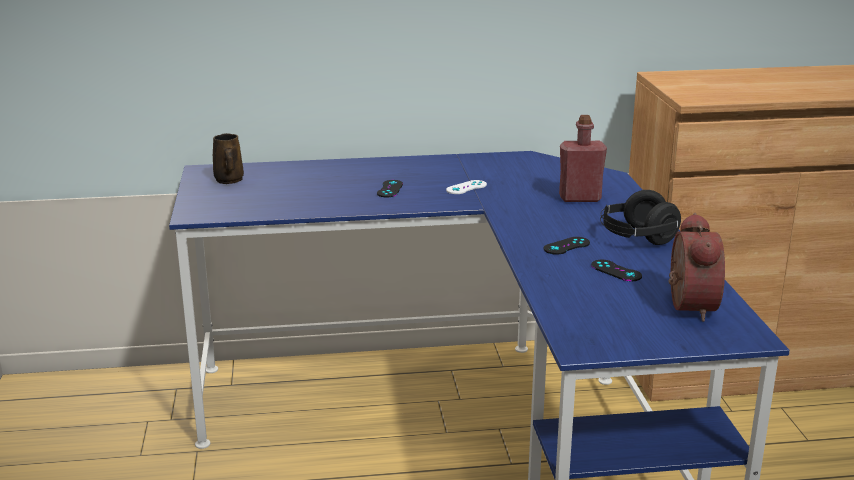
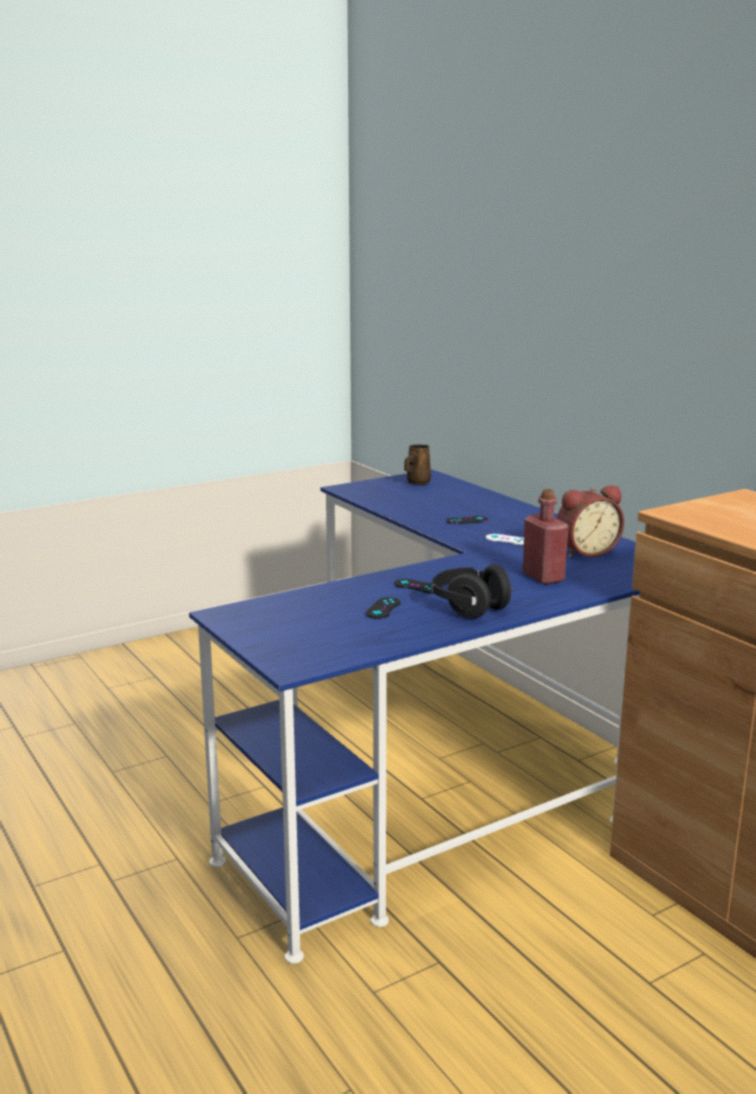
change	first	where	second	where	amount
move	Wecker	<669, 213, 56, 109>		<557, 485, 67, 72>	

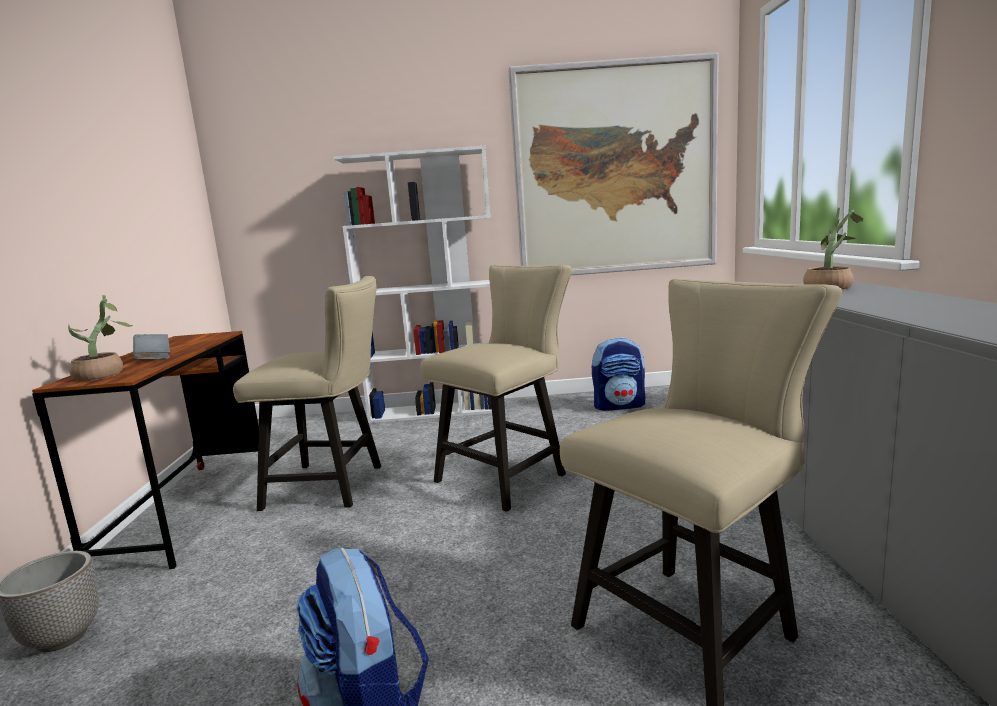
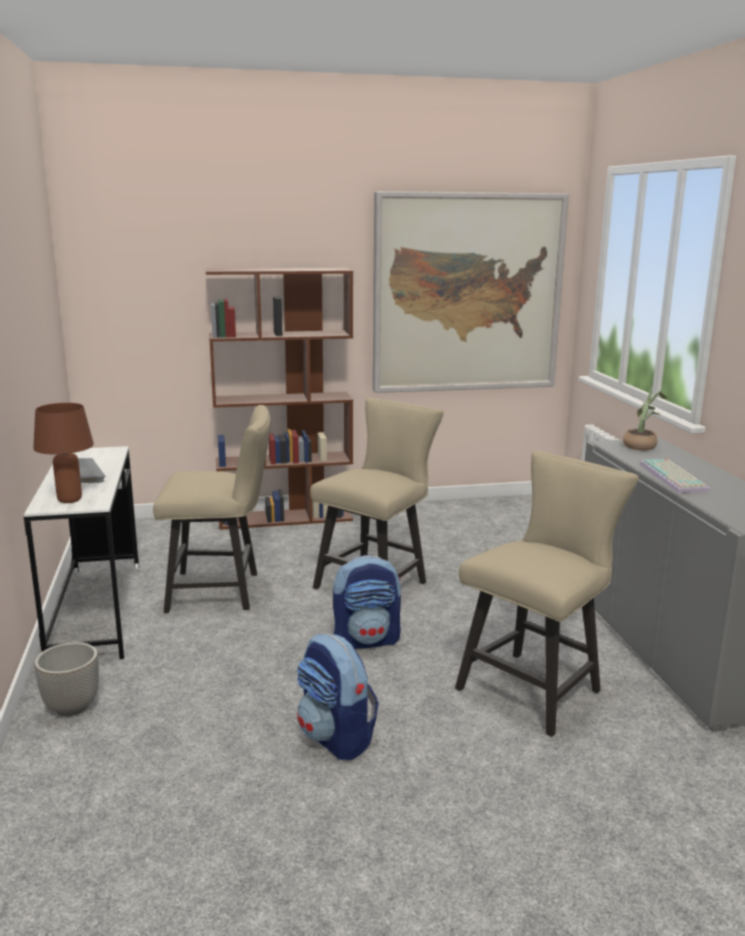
change	first	where	second	where	amount
insert			Tastatur	<640, 459, 70, 34>	
move	Rucksack	<592, 338, 53, 73>		<333, 555, 68, 94>	
replace	Topfpflanze	<68, 295, 64, 86>	Tischlampe/braun	<33, 403, 61, 100>	
recolor	Schreibtisch/braun	<32, 331, 227, 238>	Schreibtisch/weiß	<24, 446, 115, 213>	
recolor	Bücherregal/weiß	<333, 146, 159, 277>	Bücherregal/braun	<206, 268, 147, 262>	

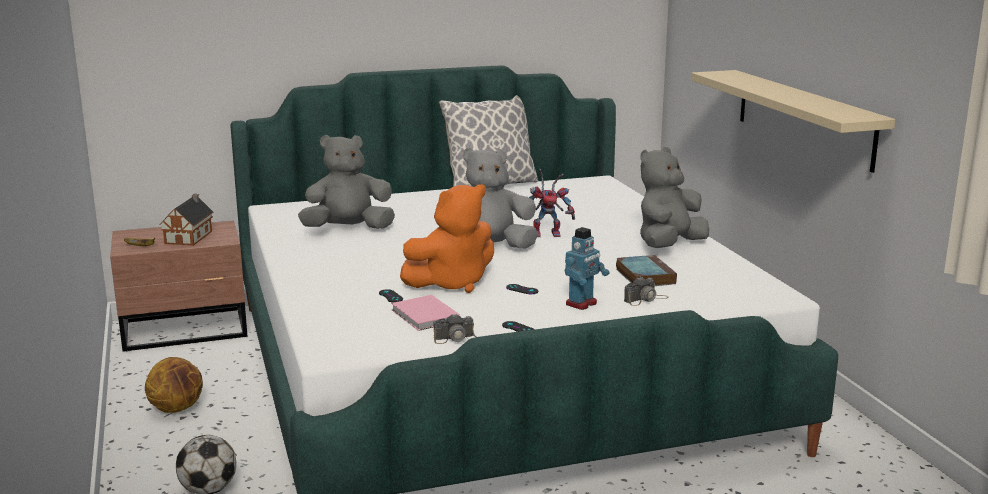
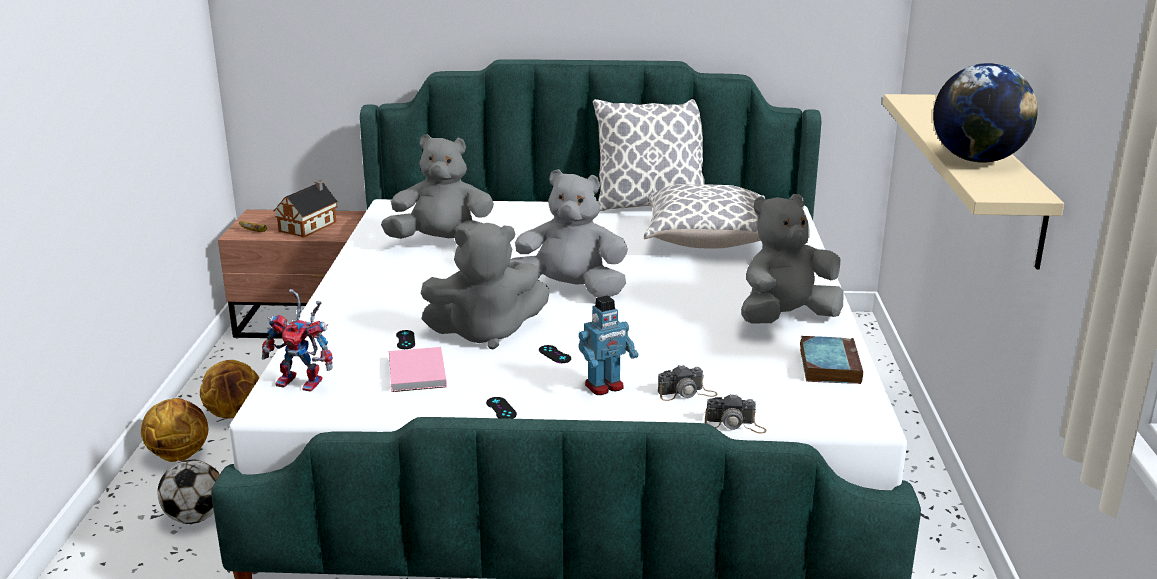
change	first	where	second	where	amount
insert			Basketball	<141, 398, 67, 64>	
insert			Kissen	<644, 184, 121, 65>	
insert			Globus	<933, 63, 105, 100>	
move	Kamera	<434, 314, 43, 30>		<705, 394, 61, 39>	
move	Spielzeugroboter	<529, 169, 46, 68>		<262, 289, 71, 103>	
move	Buch	<616, 255, 61, 31>		<800, 336, 63, 48>	
recolor	Plüschtier/orange	<400, 184, 94, 109>	Plüschtier/grau	<421, 223, 129, 127>	

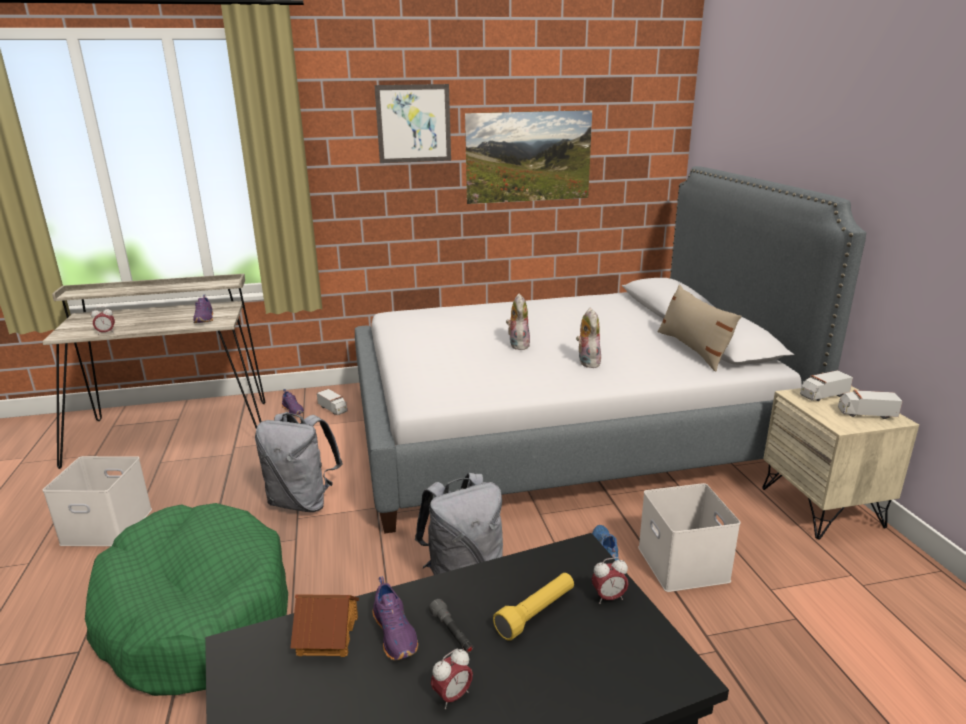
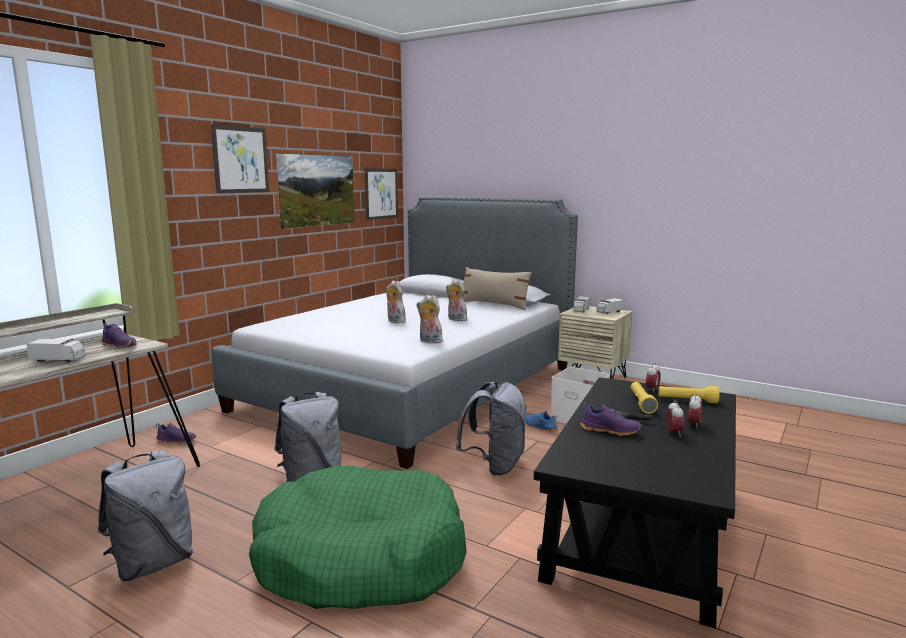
change	first	where	second	where	amount
delete	Spielzeughaus	<290, 594, 69, 63>			
insert			Bild	<365, 168, 33, 52>	
insert			Plüschtier	<417, 295, 27, 48>	
insert			Taschenlampe/gelb	<658, 386, 62, 17>	
move	Wecker	<91, 306, 24, 29>		<688, 393, 14, 36>	
move	Spielzeuglaster	<317, 389, 30, 26>		<27, 339, 58, 23>	
replace	Aufbewahrungsbox/weiß	<43, 456, 109, 90>	Rucksack/grau	<98, 451, 95, 130>	

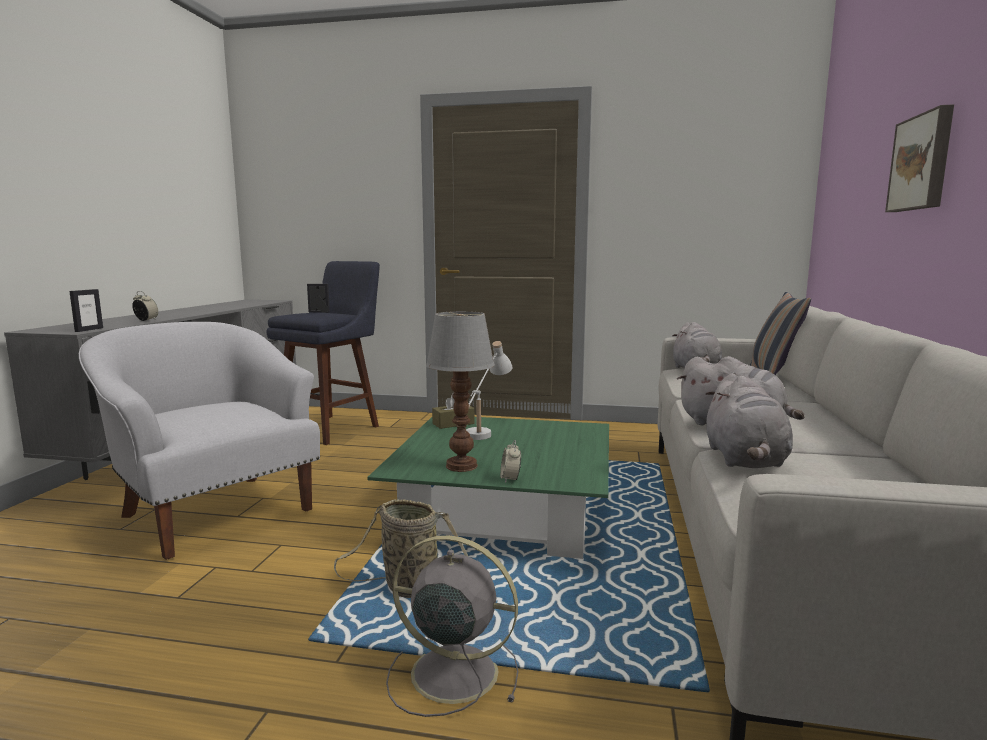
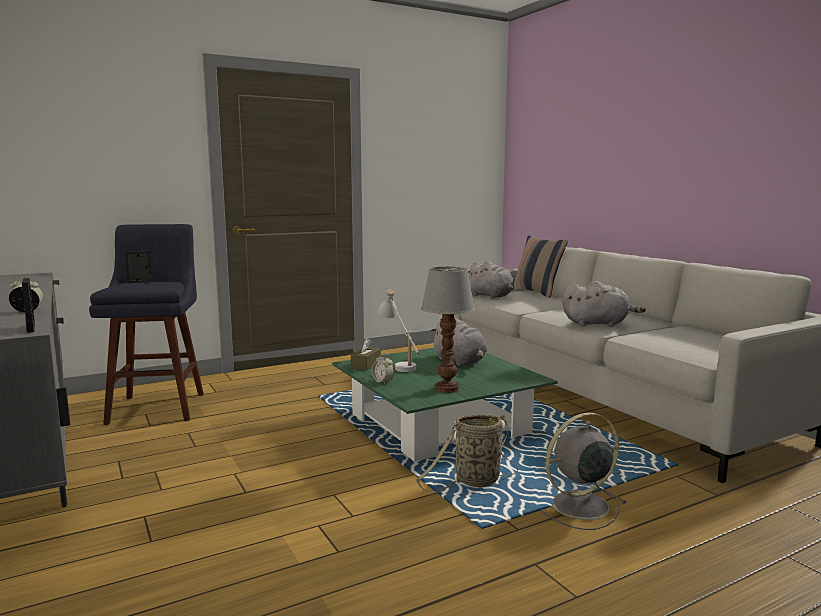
change	first	where	second	where	amount
delete	Sessel/weiß	<79, 322, 241, 238>			
delete	Bild	<885, 104, 69, 108>			
move	Wecker	<500, 440, 21, 43>		<372, 353, 22, 31>	
move	Plüschtier/grau	<705, 373, 88, 95>		<431, 319, 56, 47>	

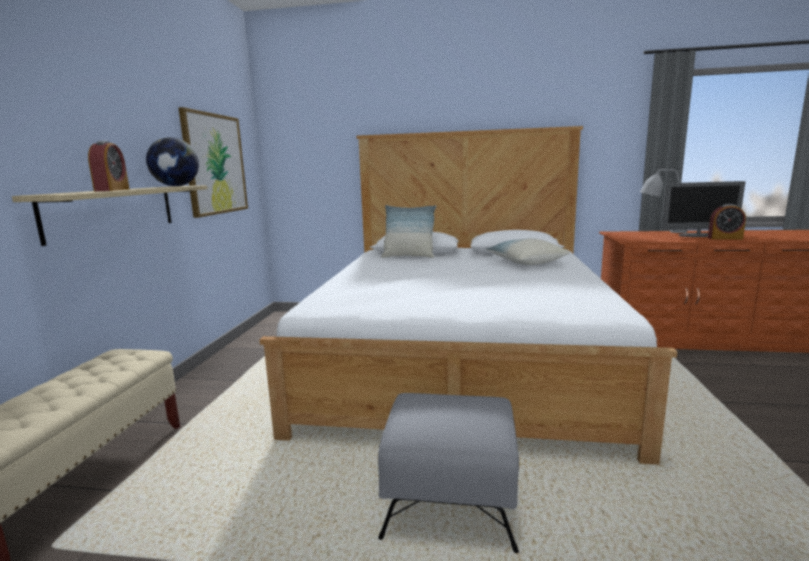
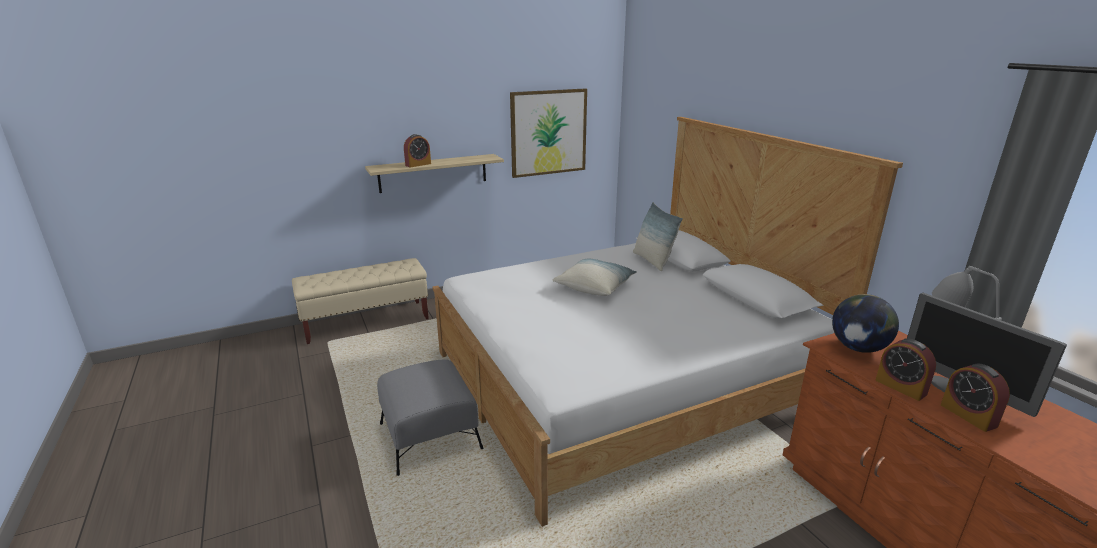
change	first	where	second	where	amount
insert			Wecker	<875, 339, 61, 62>	
move	Globus	<146, 137, 53, 49>		<832, 294, 67, 59>	
move	Kissen	<486, 238, 84, 27>		<553, 259, 84, 37>	

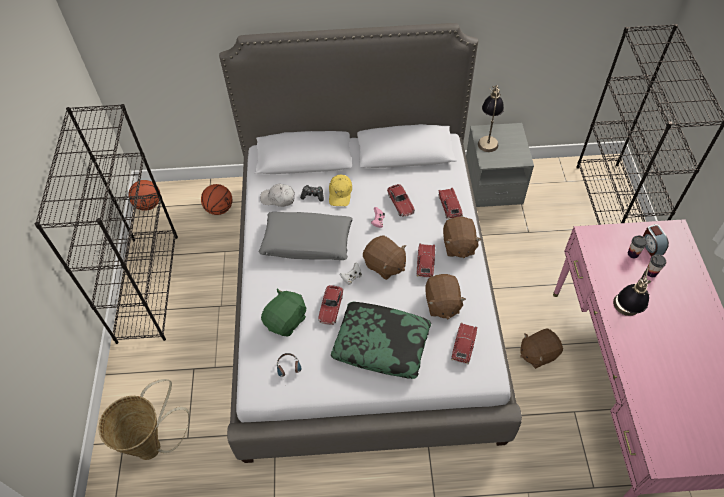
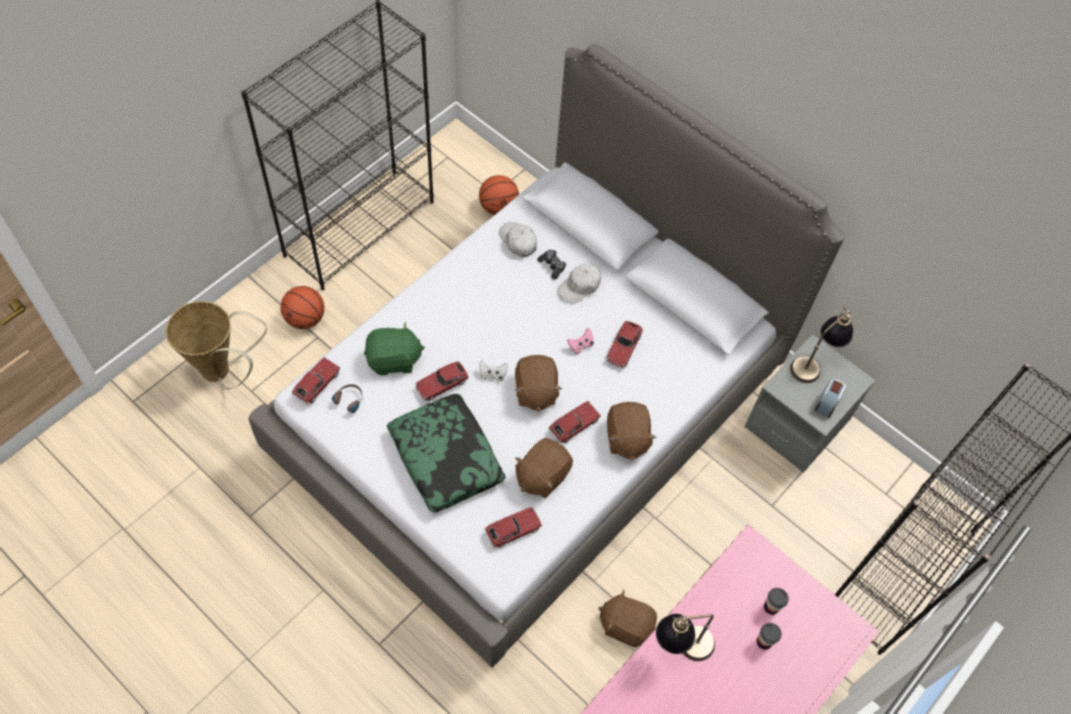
change	first	where	second	where	amount
delete	Kissen/grau	<259, 212, 94, 48>			
move	Basketball	<128, 180, 32, 31>		<281, 286, 44, 43>	
move	Spielzeugauto	<439, 187, 24, 32>		<292, 357, 48, 48>	
move	Wecker	<643, 224, 26, 33>		<815, 378, 31, 40>	
recolor	Kappe/gelb	<329, 175, 23, 31>	Kappe/weiß	<557, 264, 44, 40>	
rotate	Plüschtier/braun	<443, 217, 38, 41>		<607, 402, 50, 58>	45 degrees counterclockwise

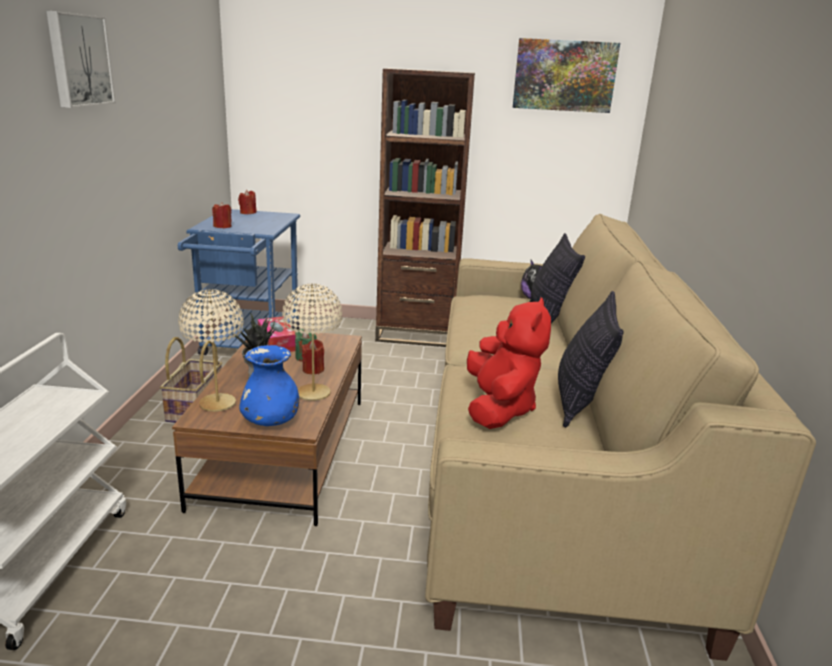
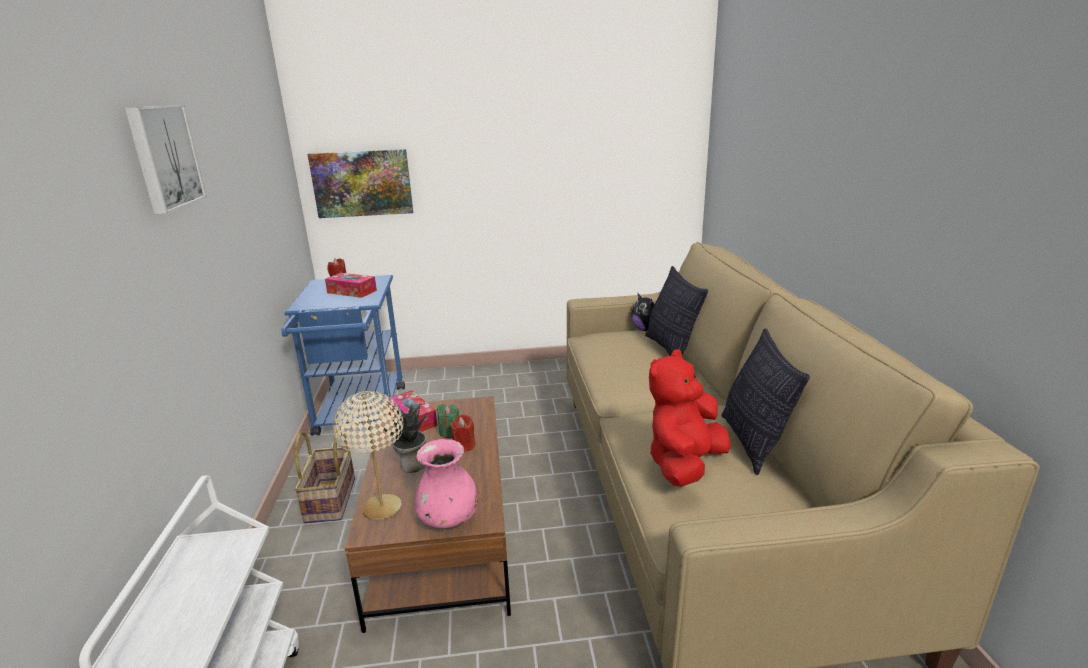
change	first	where	second	where	amount
delete	Kerze/rot	<212, 202, 20, 26>			
delete	Tischlampe/beige	<282, 284, 60, 117>			
delete	Bücherregal/braun	<375, 68, 100, 279>			
insert			Taschentuchbox	<325, 273, 52, 25>	
move	Bild	<513, 38, 107, 75>		<308, 149, 105, 69>	
recolor	Vase/blau	<239, 345, 60, 81>	Vase/rosa	<415, 439, 63, 89>	
rotate	Plüschtier/rot	<467, 297, 84, 132>		<649, 350, 82, 137>	135 degrees counterclockwise

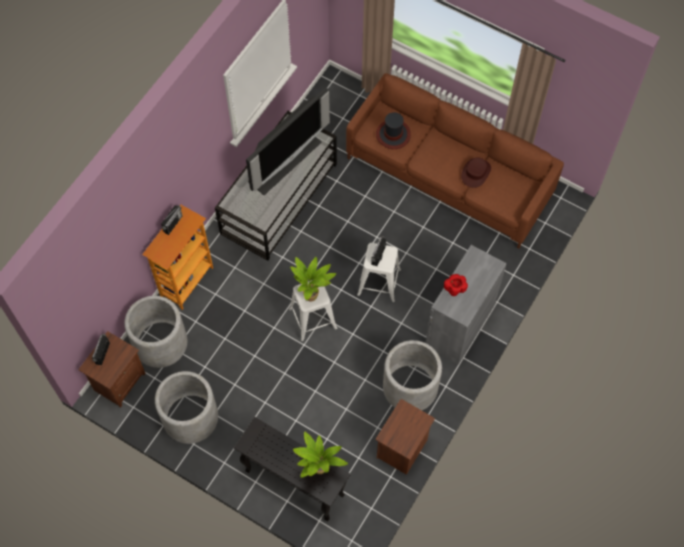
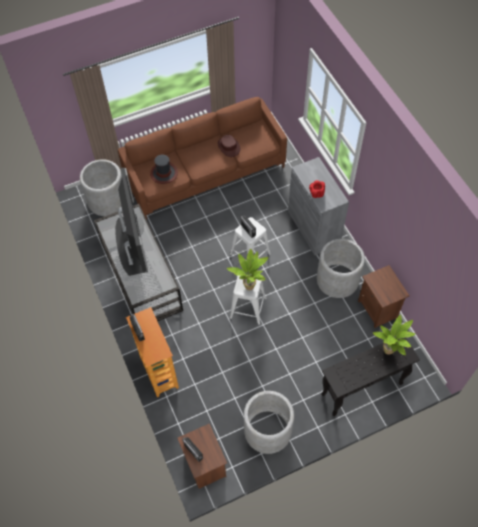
change	first	where	second	where	amount
move	Pflanzkübel/grau	<124, 296, 63, 72>		<80, 159, 42, 57>	

